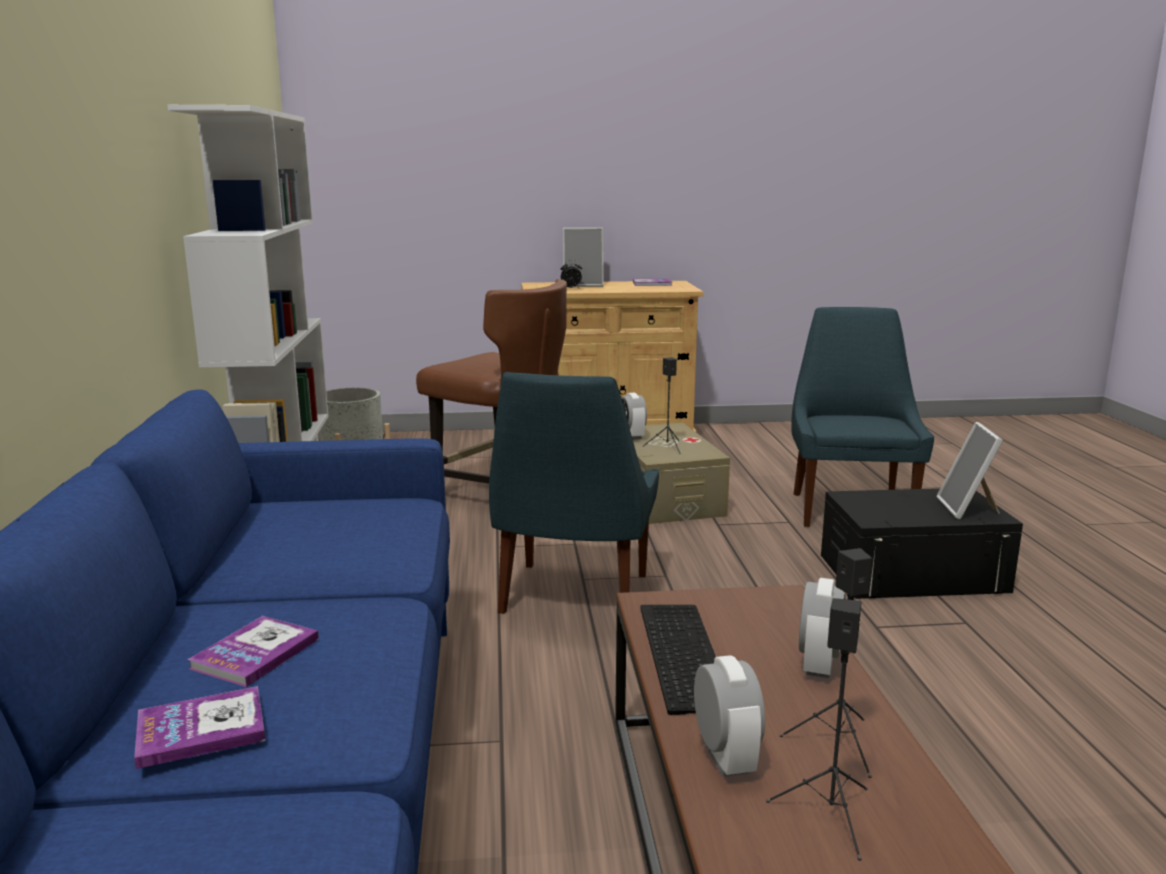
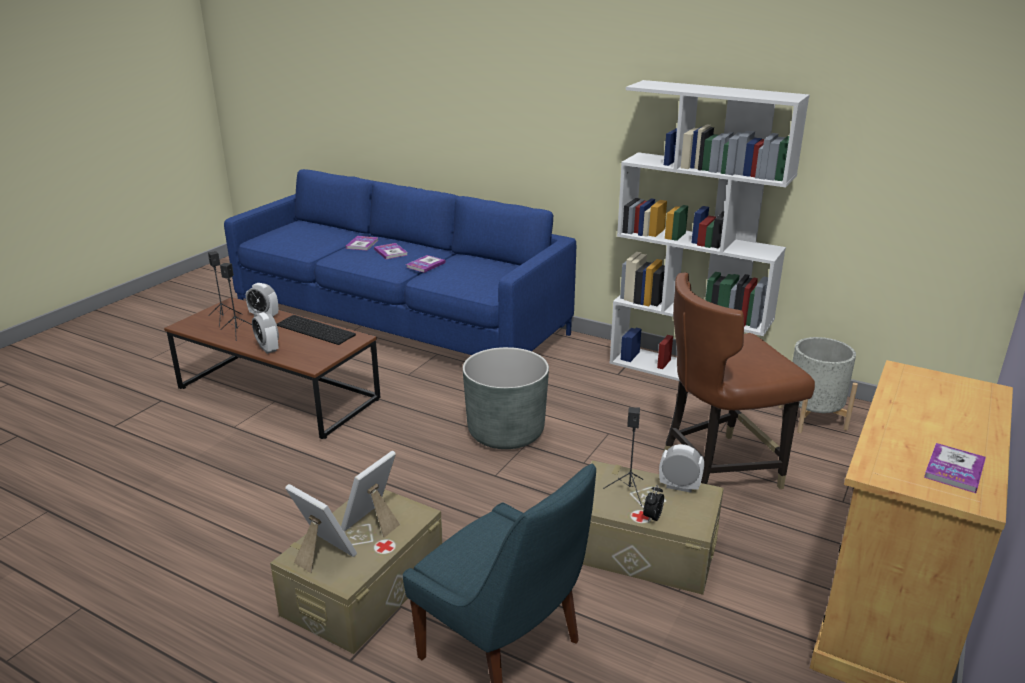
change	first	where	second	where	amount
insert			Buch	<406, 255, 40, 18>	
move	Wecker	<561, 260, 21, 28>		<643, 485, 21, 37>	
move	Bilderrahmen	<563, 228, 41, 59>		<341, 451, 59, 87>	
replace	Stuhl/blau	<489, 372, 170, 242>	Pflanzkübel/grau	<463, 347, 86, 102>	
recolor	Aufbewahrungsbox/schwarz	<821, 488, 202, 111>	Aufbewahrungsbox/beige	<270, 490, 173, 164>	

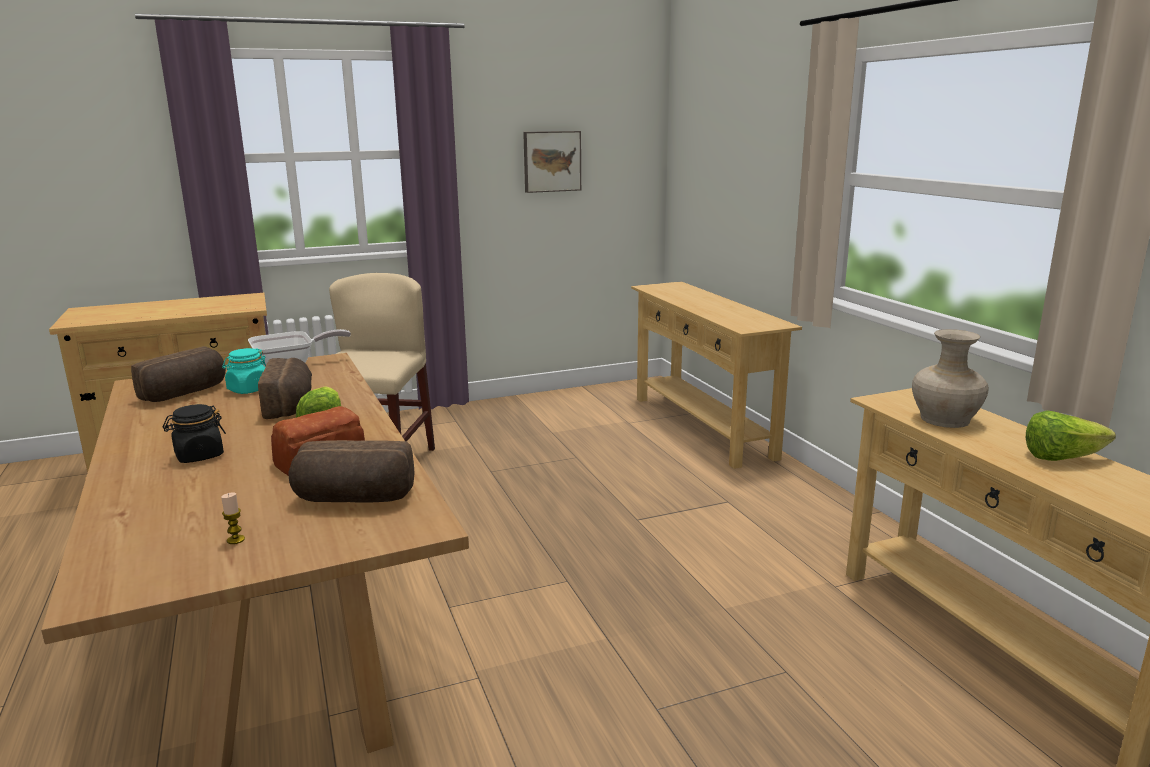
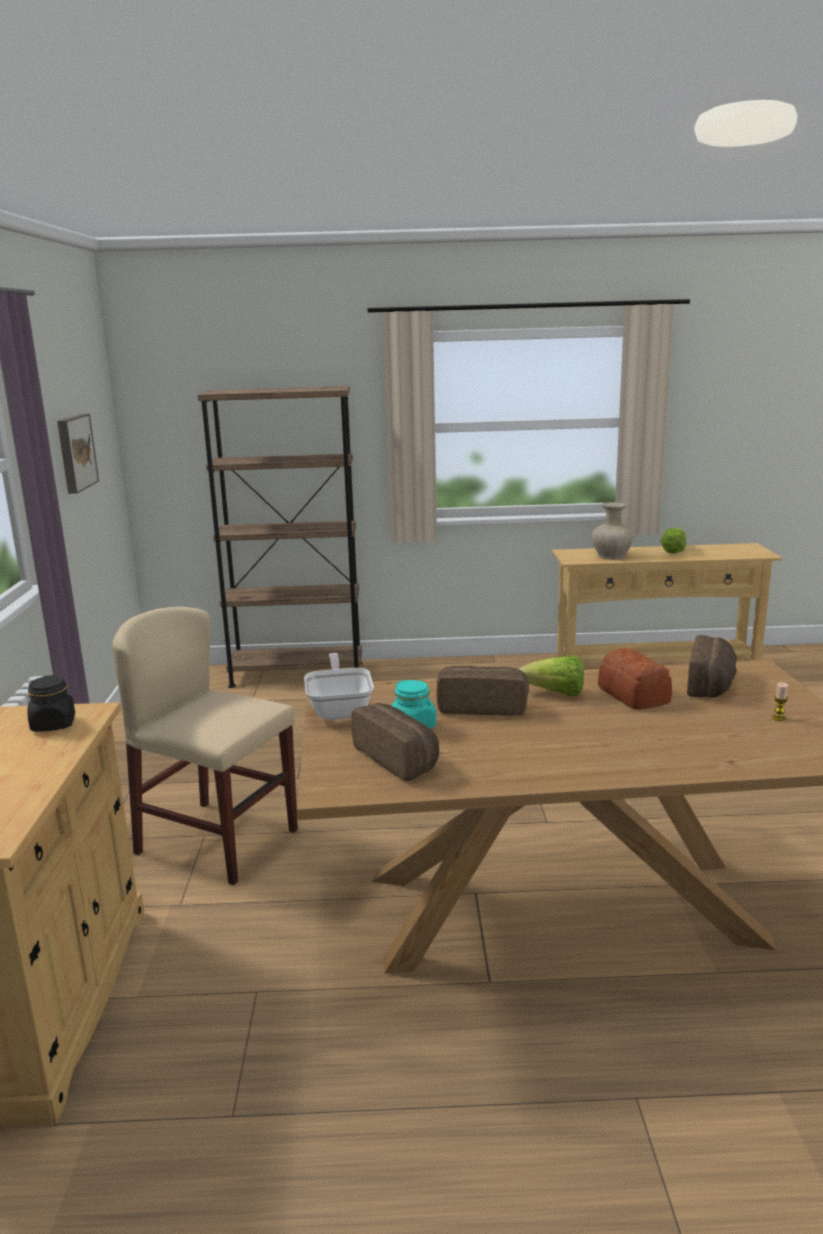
change	first	where	second	where	amount
move	Vorratsglas/schwarz	<163, 404, 63, 59>		<27, 675, 48, 57>	
replace	Konsolentisch/beige	<631, 281, 171, 188>	Bücherregal/braun	<198, 386, 164, 302>	

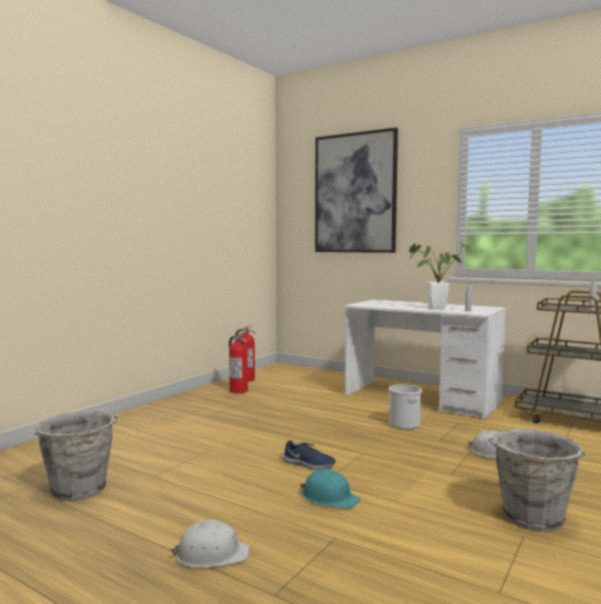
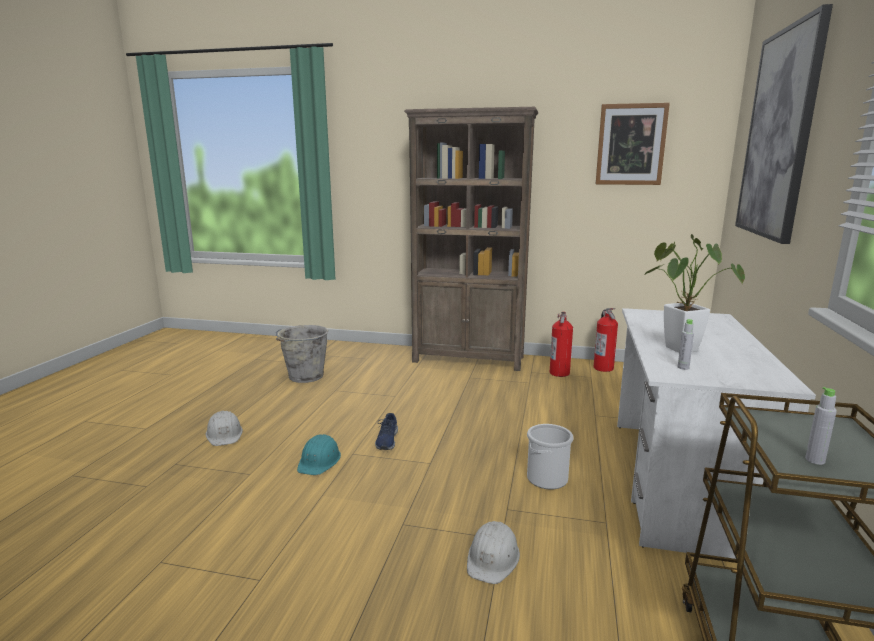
change	first	where	second	where	amount
delete	Eimer/grau	<488, 429, 98, 103>			
insert			Bücherregal/braun	<404, 107, 135, 264>	
insert			Bild	<596, 103, 74, 82>	

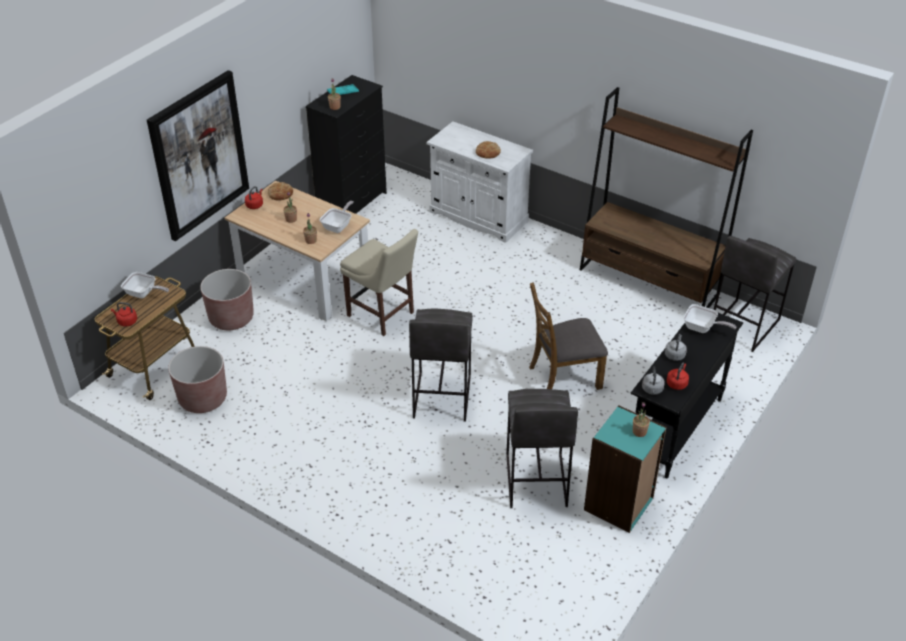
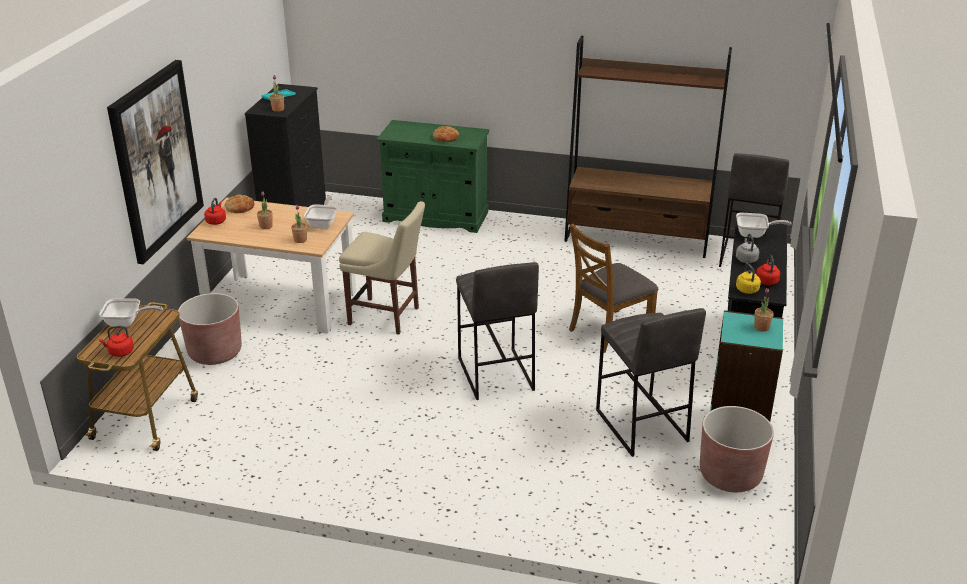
change	first	where	second	where	amount
move	Pflanzkübel/braun	<168, 346, 59, 67>		<700, 406, 74, 86>	
recolor	Schrank/weiß	<427, 121, 106, 122>	Schrank/grün	<376, 120, 113, 113>	
recolor	Wasserkessel/grau	<642, 366, 23, 29>	Wasserkessel/gelb	<736, 263, 25, 31>	

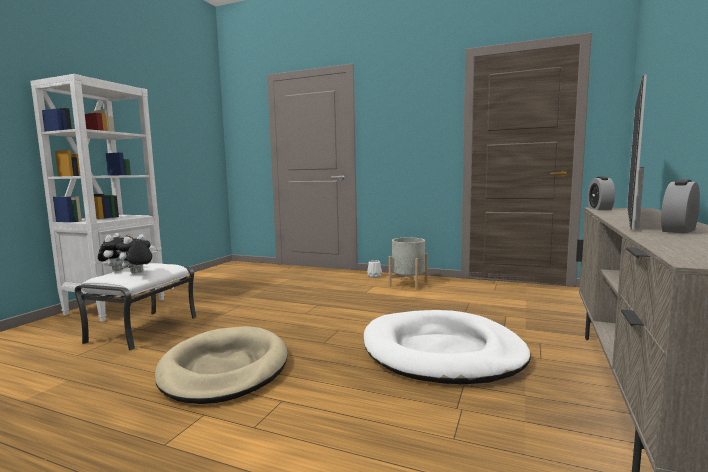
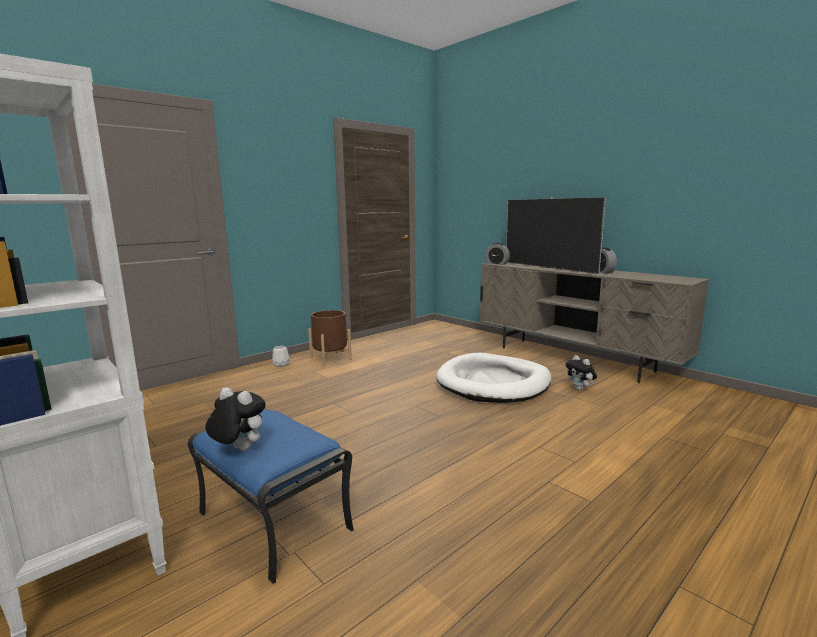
change	first	where	second	where	amount
delete	Hundebett/beige	<155, 326, 132, 78>			
move	Plüschtier	<116, 234, 36, 40>		<565, 355, 32, 35>	
recolor	Polsterhocker/weiß	<75, 263, 121, 88>	Polsterhocker/blau	<188, 409, 166, 175>	
recolor	Pflanzkübel/grau	<389, 238, 39, 52>	Pflanzkübel/braun	<308, 310, 44, 56>	

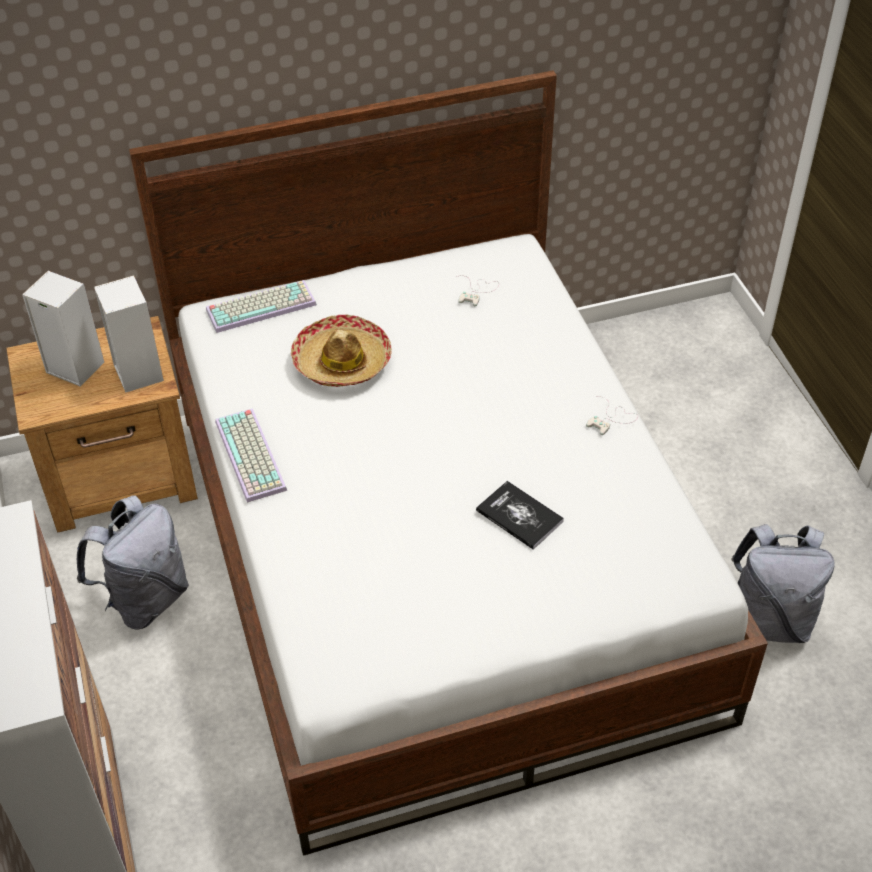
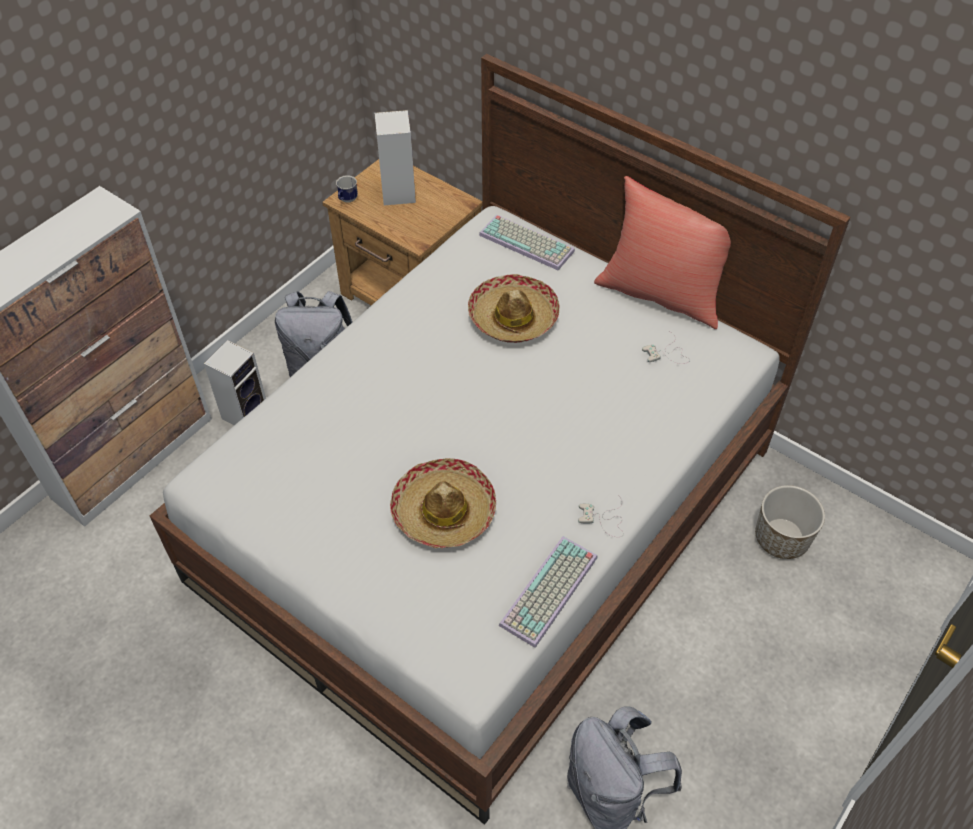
change	first	where	second	where	amount
insert			Henkelbecher	<336, 175, 22, 28>	
insert			Kissen/rot	<594, 176, 137, 153>	
insert			Pflanzkübel	<755, 485, 70, 74>	
move	Lautsprecher	<94, 275, 70, 118>		<204, 340, 62, 85>	
move	Tastatur	<215, 408, 72, 95>		<499, 536, 99, 112>	
replace	Buch	<476, 481, 88, 69>	Hut	<390, 458, 106, 91>	

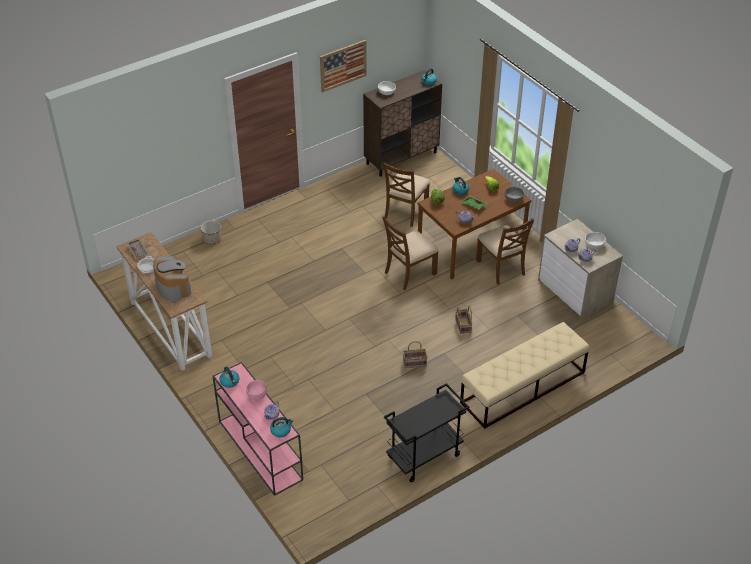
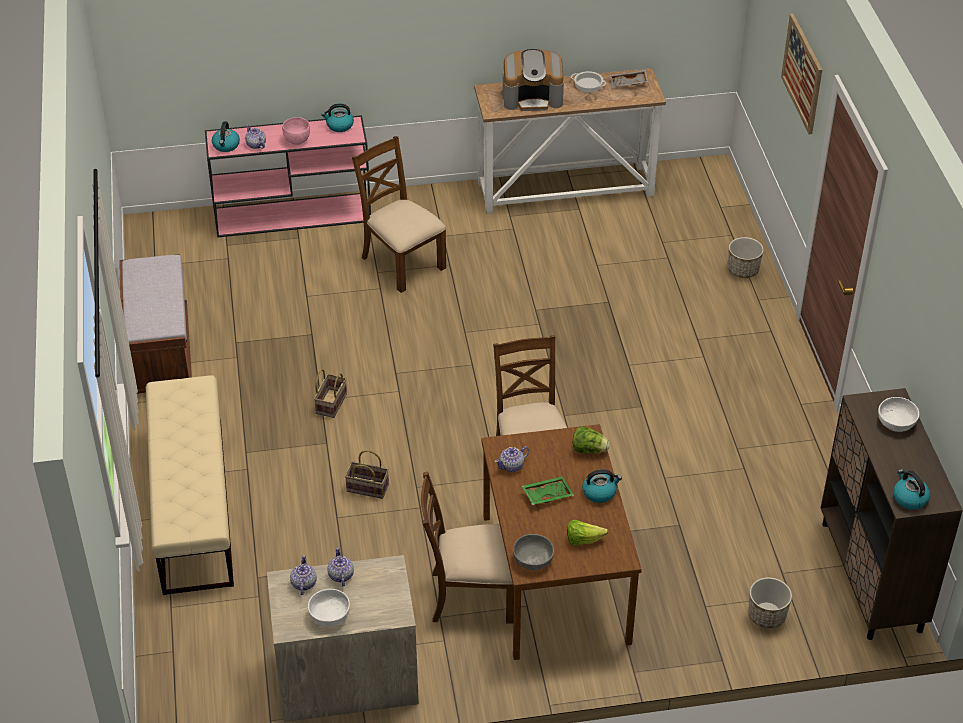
change	first	where	second	where	amount
insert			Pflanzkübel	<748, 577, 44, 51>	
move	Bild	<320, 40, 47, 53>		<781, 14, 41, 120>	
move	Stuhl/braun	<383, 162, 47, 65>		<352, 136, 94, 157>	
replace	Rollwagen/schwarz	<384, 383, 85, 99>	Bank/braun	<119, 254, 73, 140>	

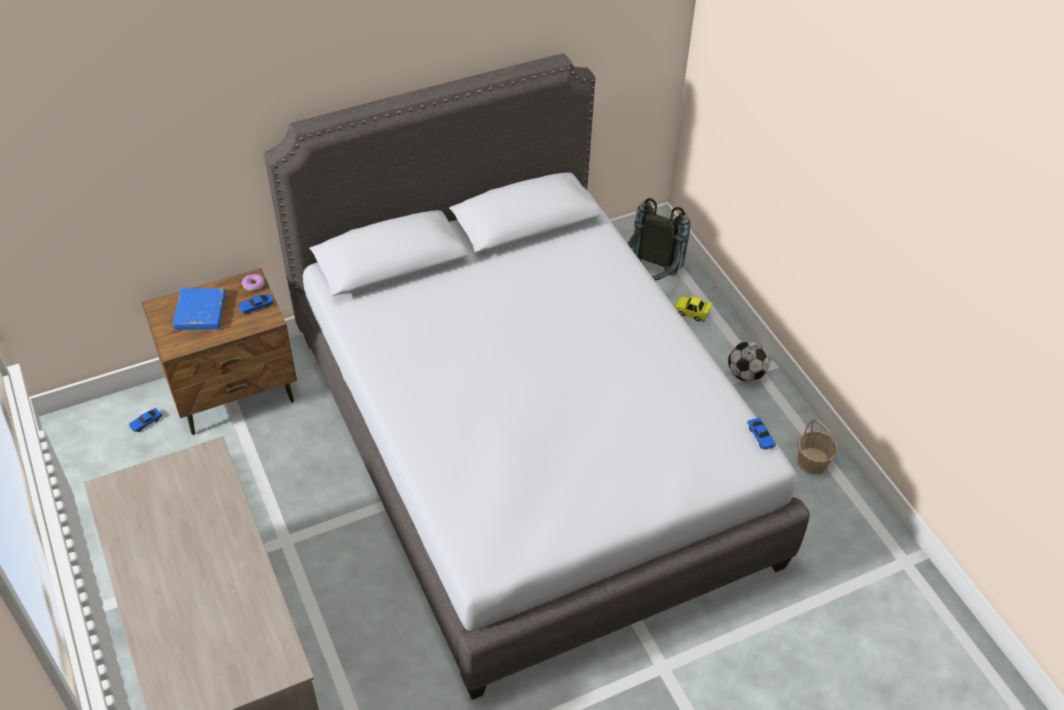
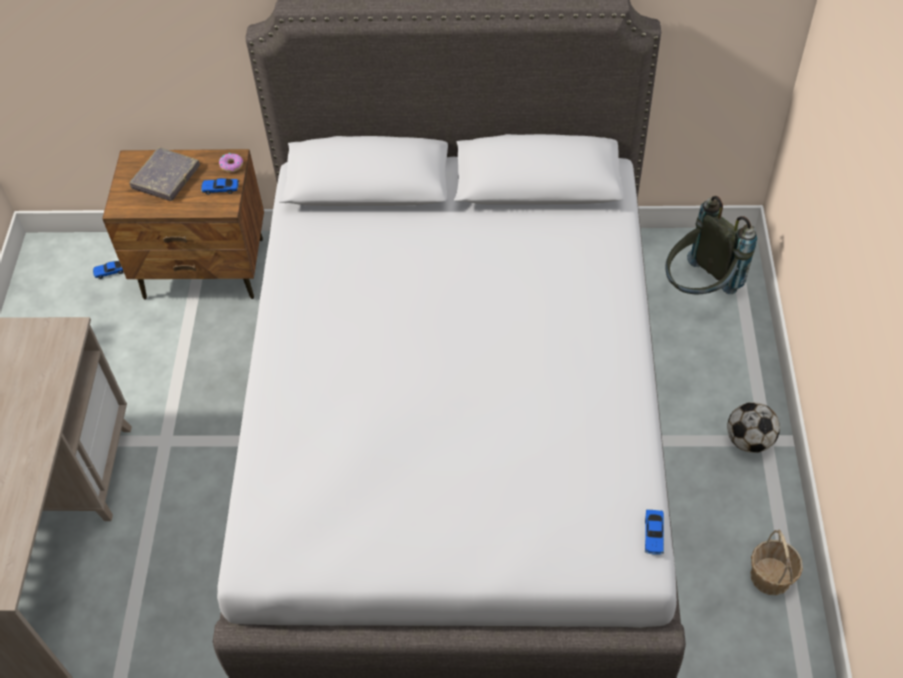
change	first	where	second	where	amount
delete	Spielzeugauto/gelb	<674, 296, 39, 26>			
recolor	Buch/blau	<173, 288, 53, 42>	Buch/grau	<130, 147, 70, 54>	

